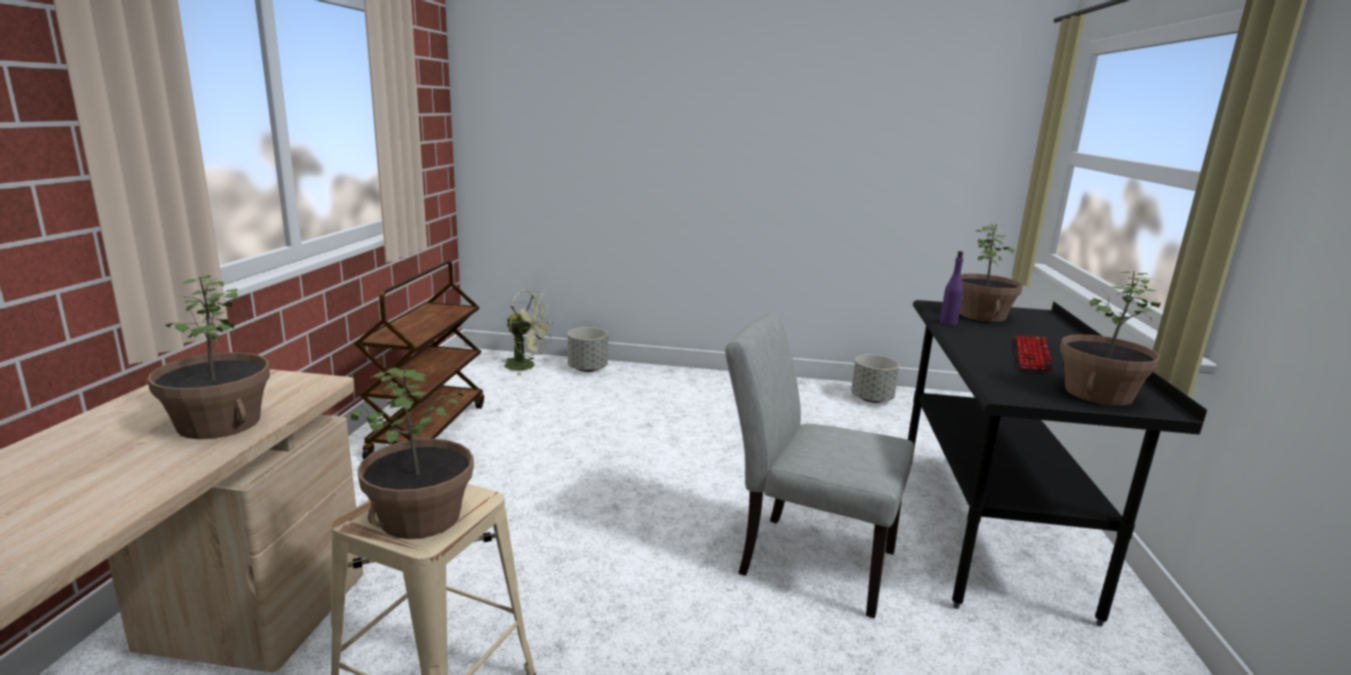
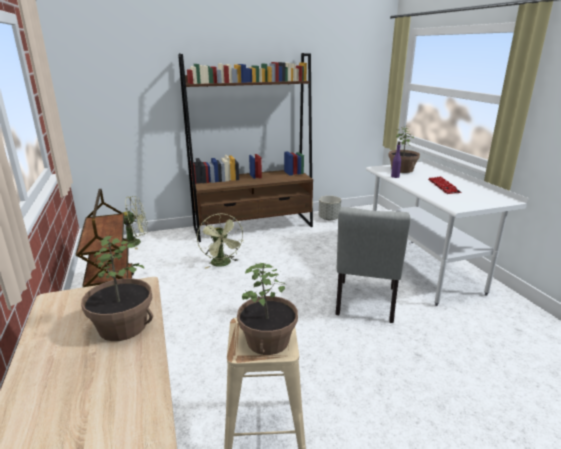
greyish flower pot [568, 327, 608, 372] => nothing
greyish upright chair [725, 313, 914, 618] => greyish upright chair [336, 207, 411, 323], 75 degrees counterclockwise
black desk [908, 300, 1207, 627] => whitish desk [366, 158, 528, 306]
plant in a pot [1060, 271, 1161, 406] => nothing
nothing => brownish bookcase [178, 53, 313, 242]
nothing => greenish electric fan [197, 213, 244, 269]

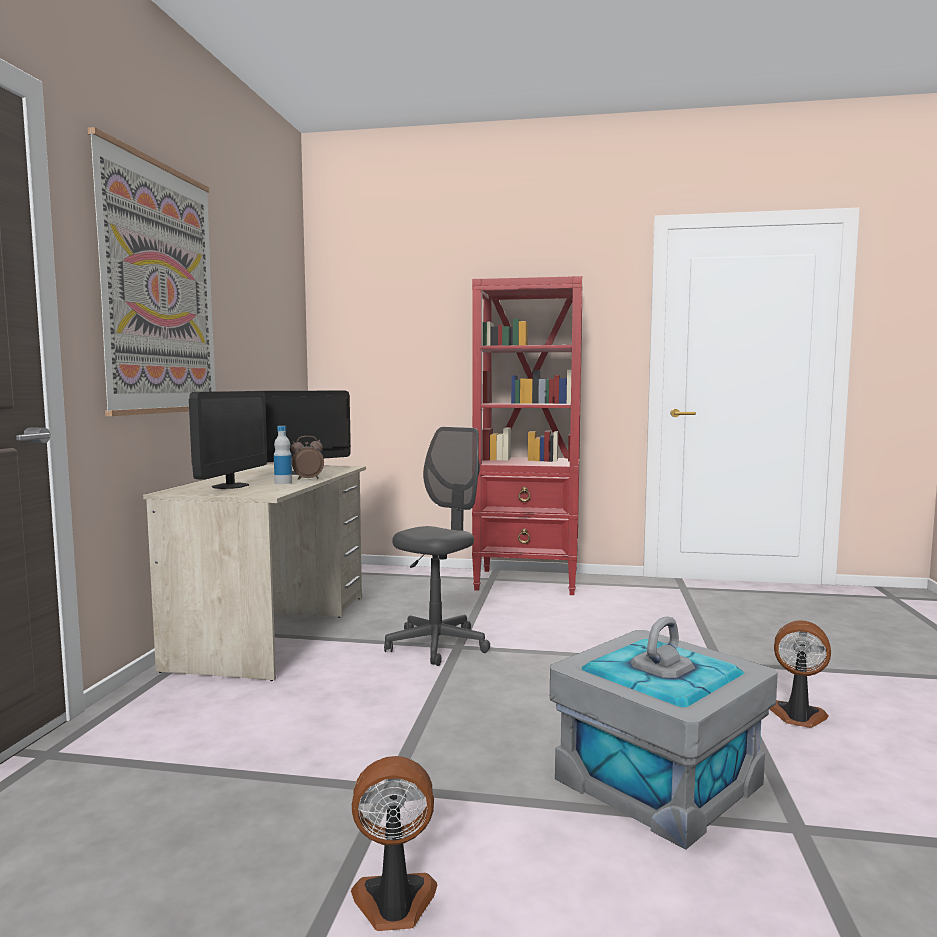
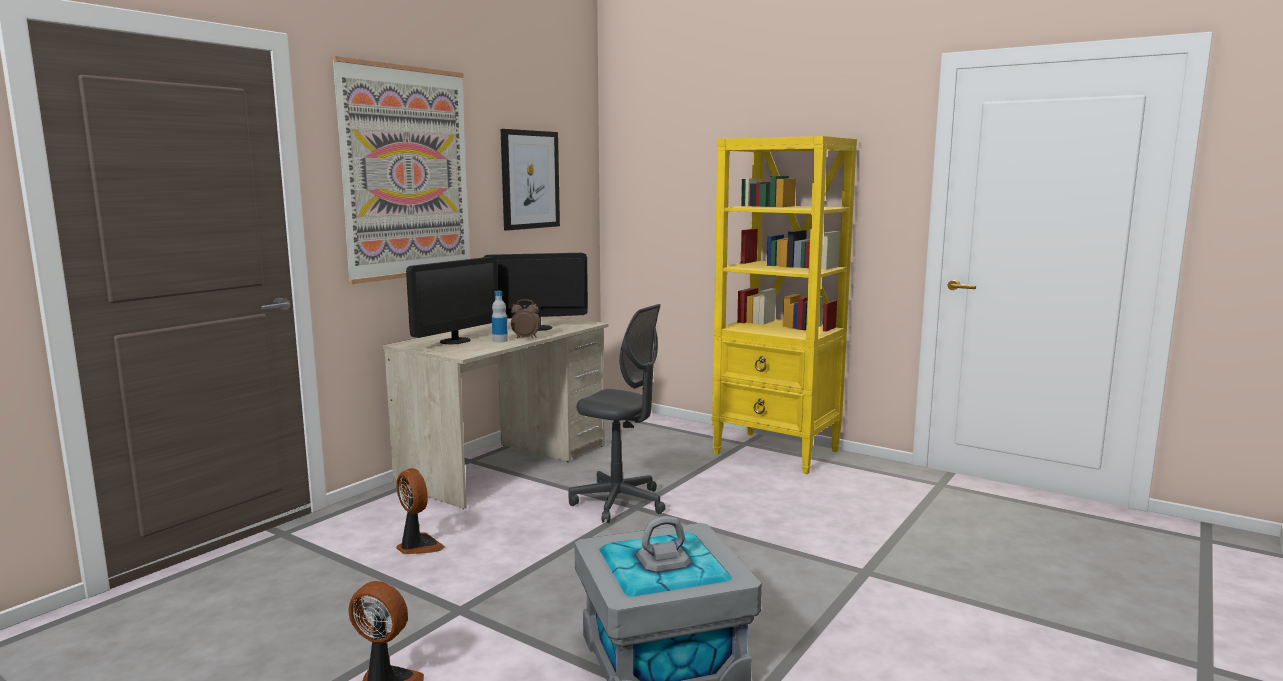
greyish computer chair [384, 427, 490, 666] => greyish computer chair [569, 304, 665, 523], 60 degrees clockwise
red bookcase [472, 276, 583, 595] => yellow-coloured bookcase [712, 136, 857, 474]
electric fan [770, 620, 831, 728] => electric fan [396, 468, 445, 554], shifted
nothing => wall picture [501, 129, 560, 231]

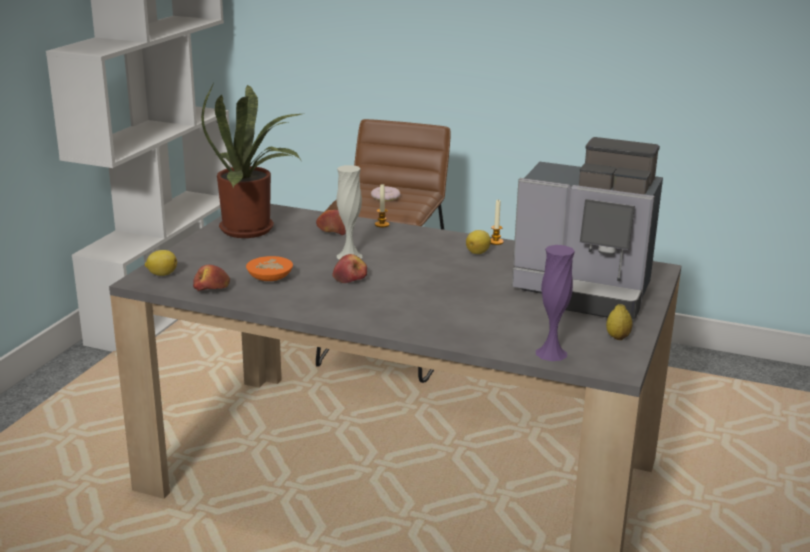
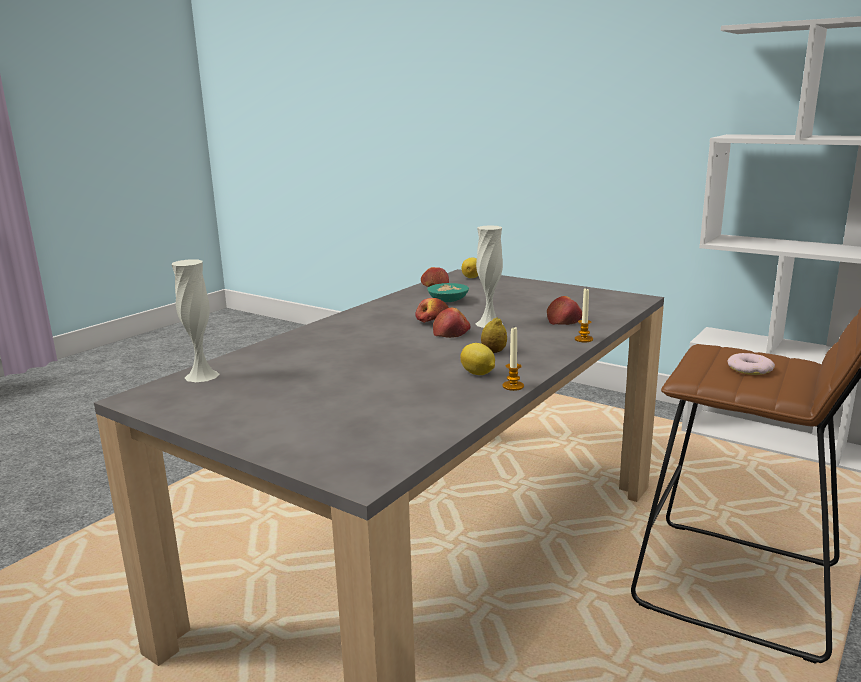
plant in a pot [201, 83, 301, 238] => nothing
orangey serving bowl [246, 256, 293, 281] => blue-green serving bowl [427, 283, 469, 302]
coffee machine [512, 137, 663, 319] => nothing
purple-coloured vase [536, 245, 575, 361] => whitish vase [171, 259, 219, 382]
lemon [606, 304, 632, 340] => lemon [481, 317, 507, 353], shifted
nothing => apple fruit [433, 308, 471, 338]

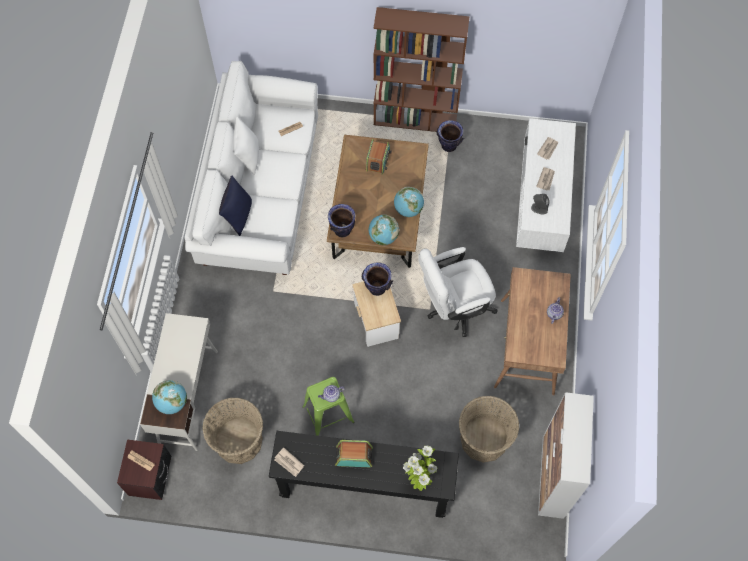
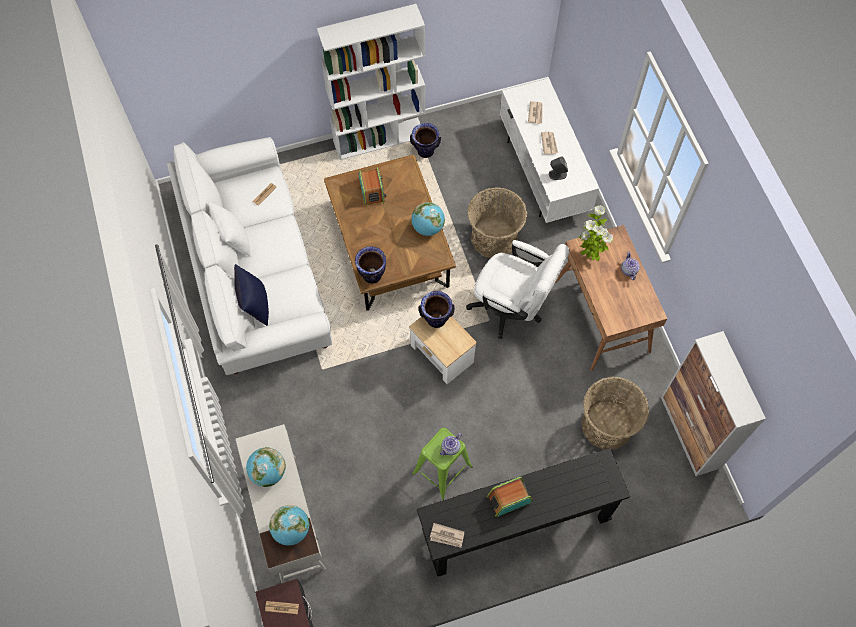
household basket [202, 397, 263, 464] => household basket [467, 187, 528, 258], shifted
desk globe [369, 215, 399, 245] => desk globe [246, 447, 286, 487], shifted
brownish bookcase [374, 7, 470, 132] => whitish bookcase [317, 4, 425, 160]
plant in a pot [403, 445, 437, 491] => plant in a pot [579, 205, 613, 261], shifted
whitish computer chair [418, 247, 498, 337] => whitish computer chair [466, 240, 570, 339], 105 degrees counterclockwise

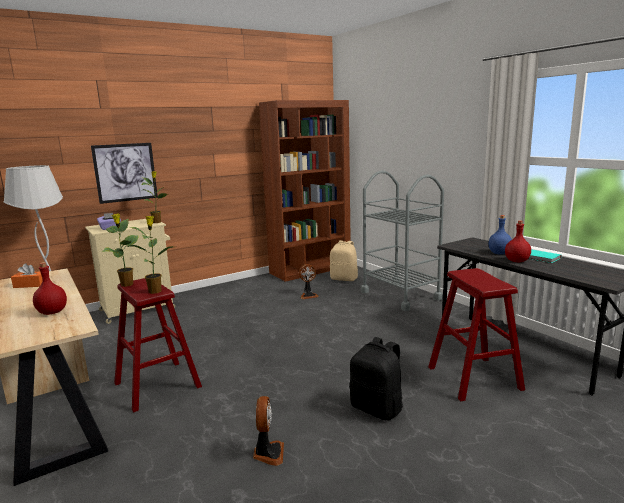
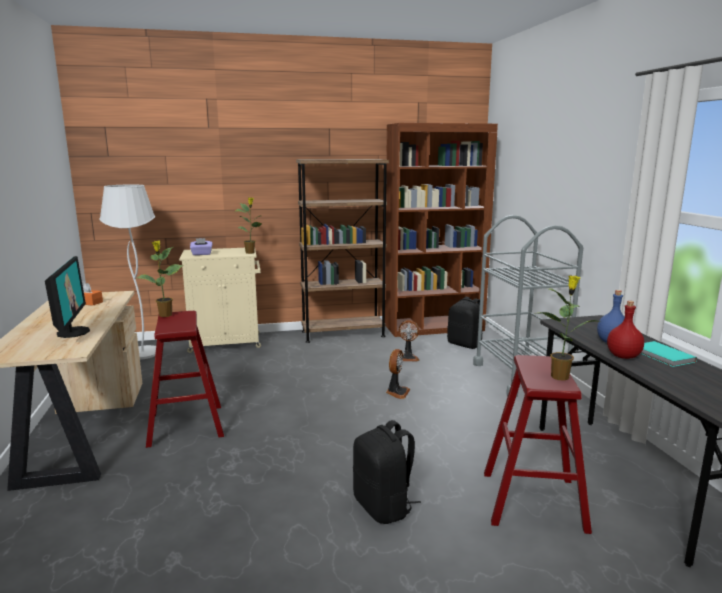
red bottle [33, 262, 67, 315] => computer screen [45, 256, 90, 338]
wall picture [91, 143, 158, 204] => nothing
plant in a pot [127, 216, 173, 294] => plant in a pot [534, 276, 601, 381], shifted
electric fan [253, 396, 284, 466] => electric fan [386, 349, 410, 399], shifted
beige rucksack [330, 240, 358, 281] => black rucksack [447, 297, 482, 349]
nothing => brownish bookcase [296, 159, 389, 343]

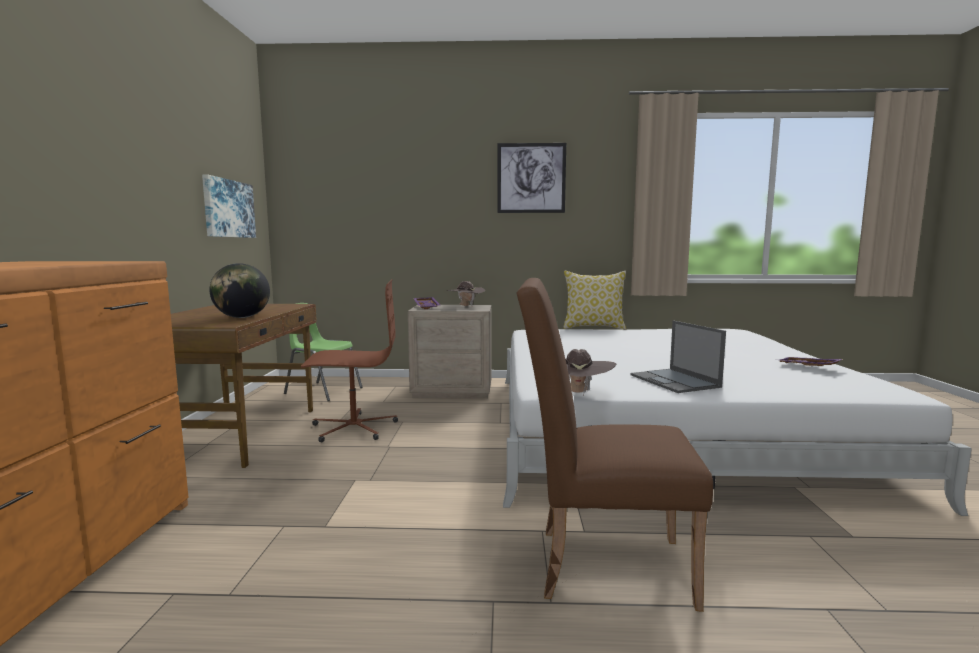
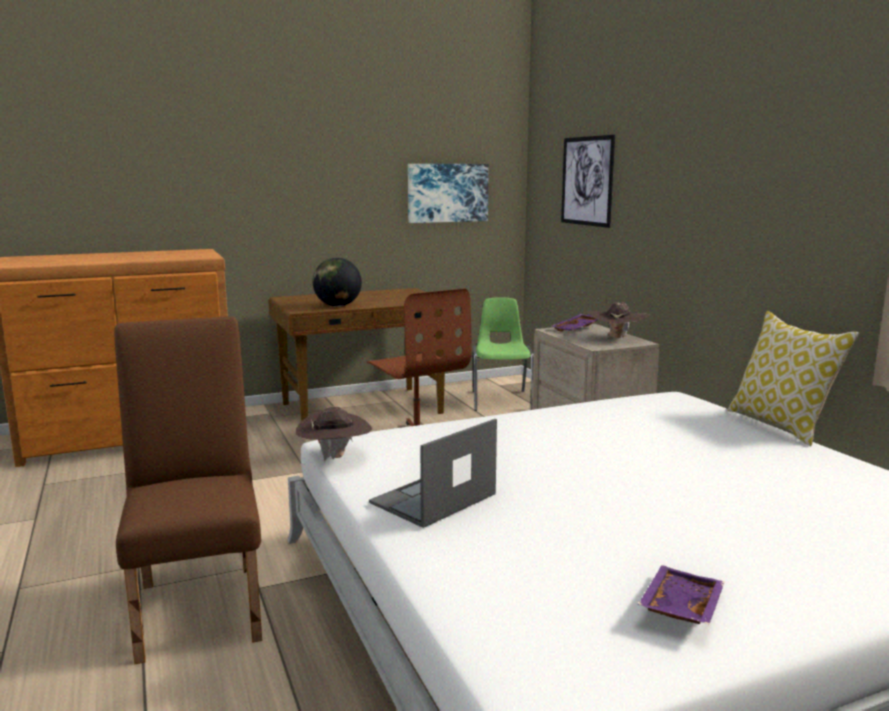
wall picture [497, 143, 566, 213] => wall picture [561, 135, 615, 228], shifted

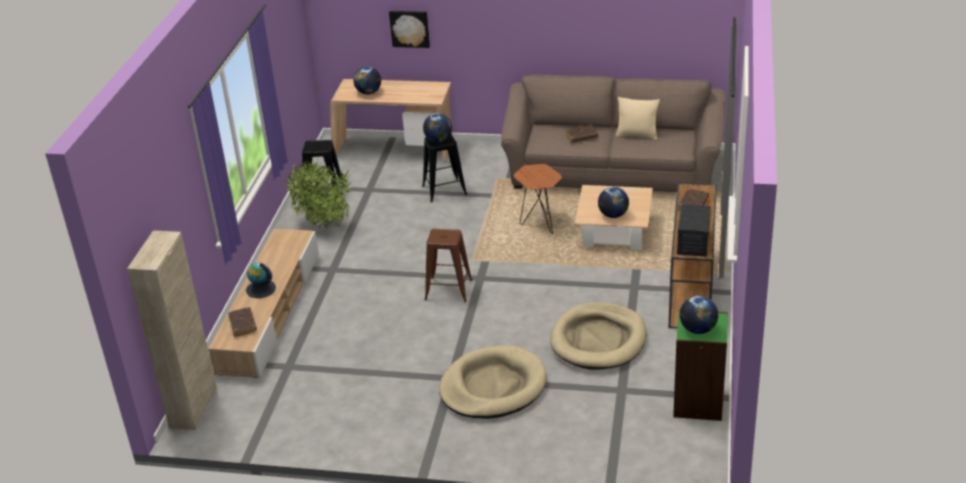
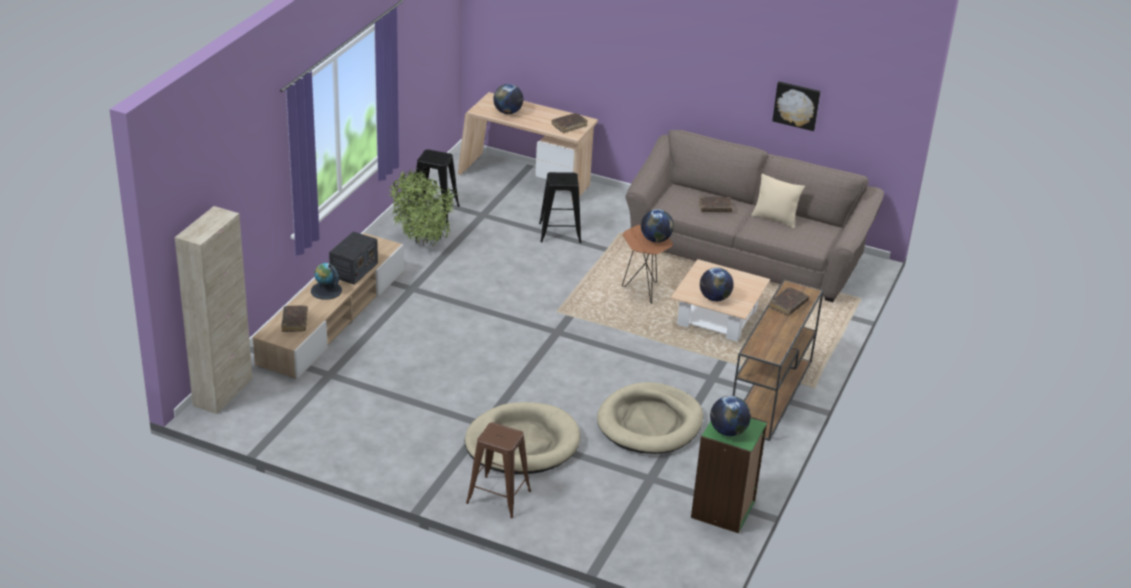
wall picture [389, 11, 430, 48] => wall picture [772, 81, 821, 131], shifted
desk globe [423, 113, 452, 143] => desk globe [641, 209, 674, 243], shifted
brownish stool seat [425, 229, 472, 302] => brownish stool seat [466, 422, 531, 518], shifted
radio [677, 204, 711, 257] => radio [329, 232, 378, 285], shifted
nothing => brownish volume [552, 113, 588, 133]

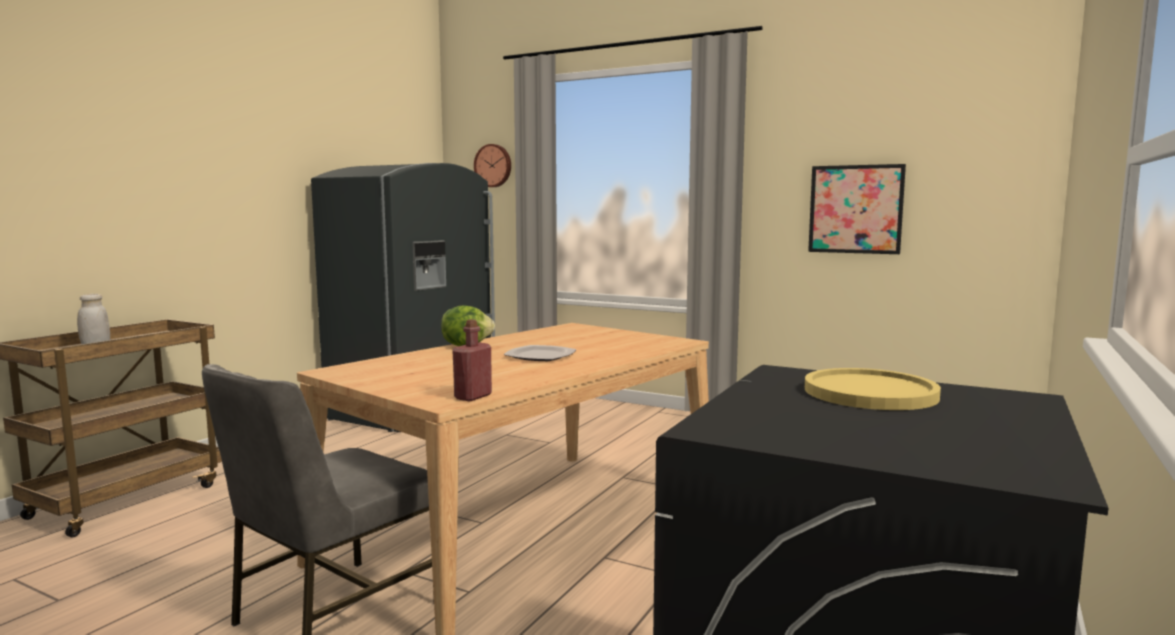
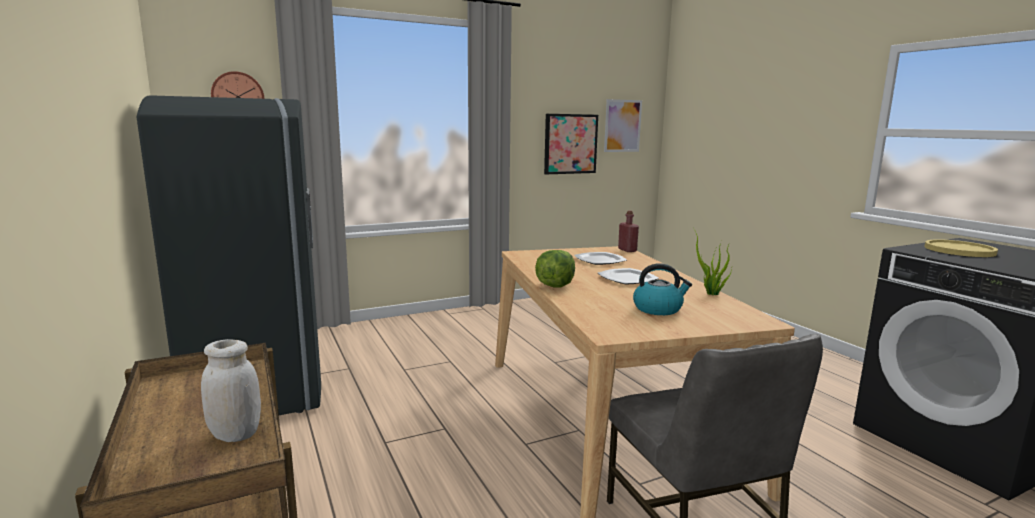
red bottle [452, 320, 492, 401] => red bottle [618, 210, 639, 252], shifted
nothing => plate [574, 252, 627, 265]
nothing => wall picture [604, 99, 642, 152]
nothing => water kettle [633, 263, 692, 315]
nothing => plant in a pot [694, 229, 732, 295]

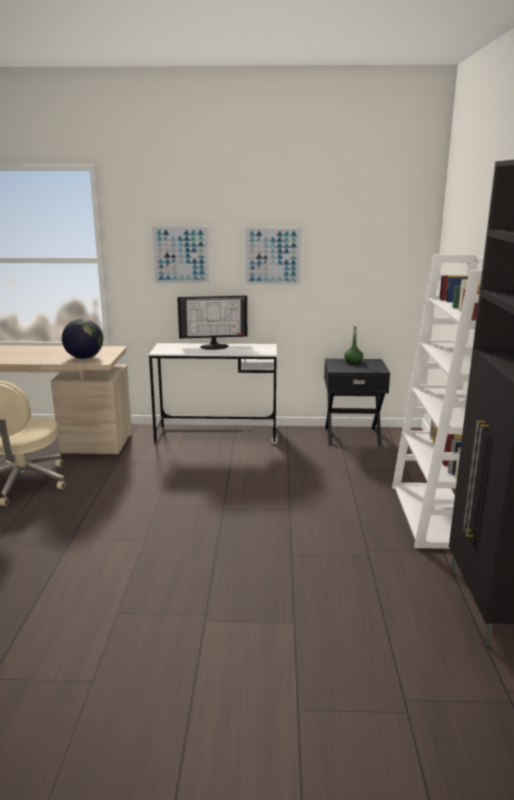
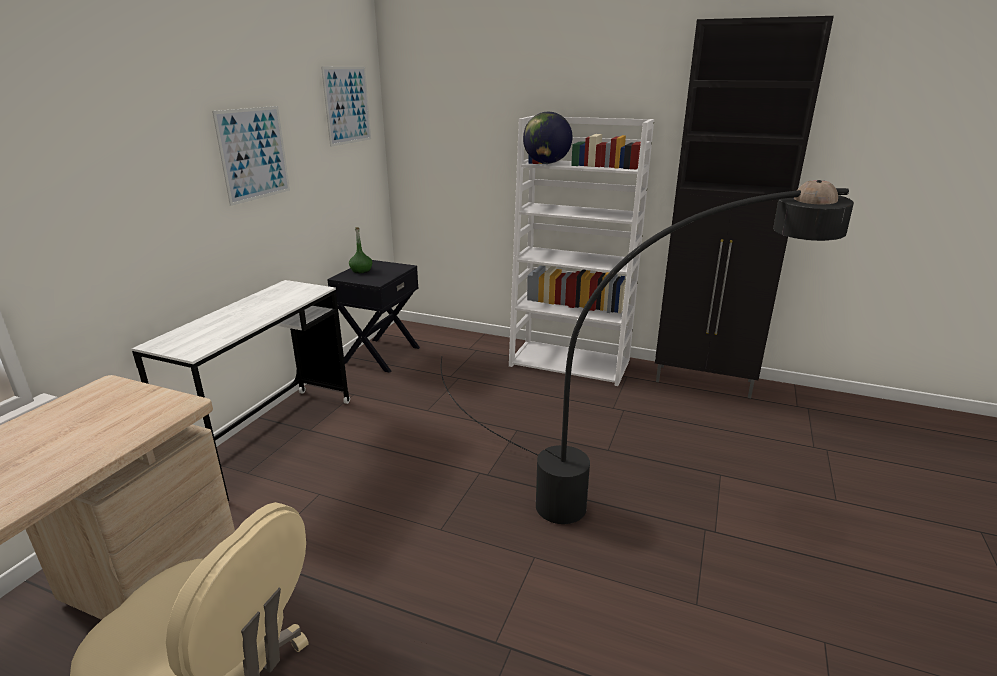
desk globe [62, 319, 103, 359] => desk globe [523, 112, 572, 164], shifted
wall picture [151, 226, 210, 284] => wall picture [321, 67, 371, 147], shifted
computer screen [177, 295, 247, 350] => nothing
nothing => black standard lamp [441, 180, 854, 524]

